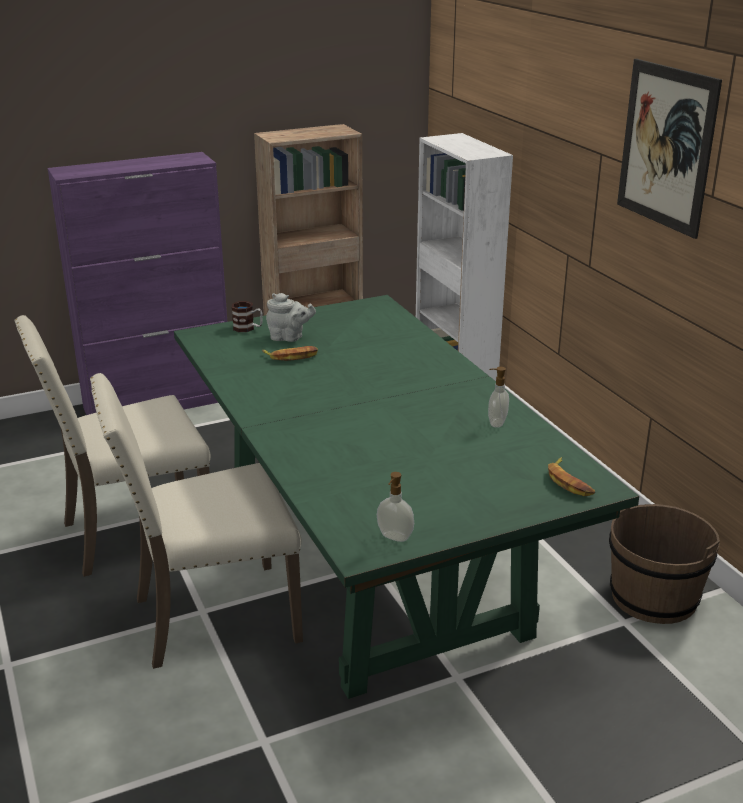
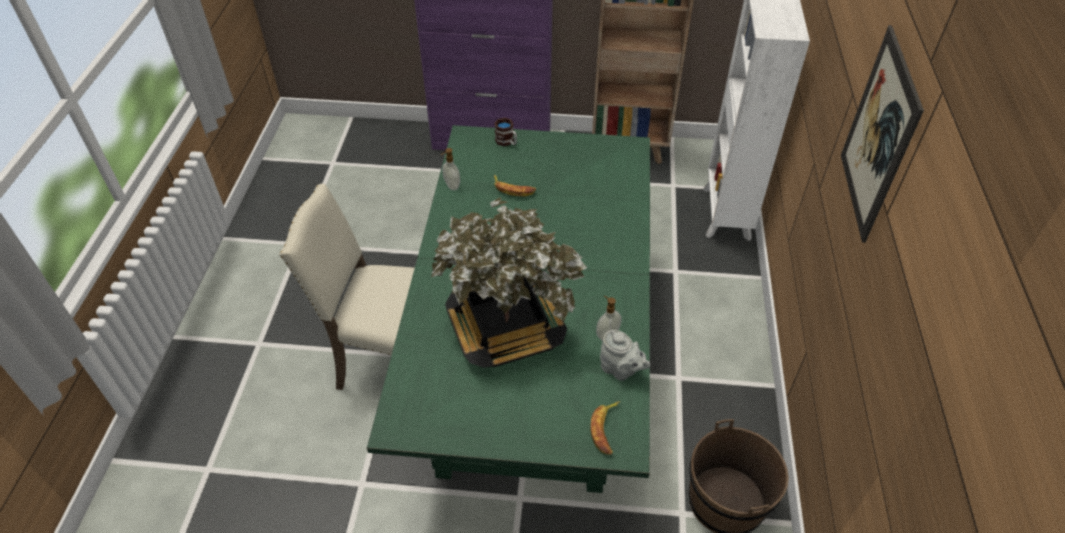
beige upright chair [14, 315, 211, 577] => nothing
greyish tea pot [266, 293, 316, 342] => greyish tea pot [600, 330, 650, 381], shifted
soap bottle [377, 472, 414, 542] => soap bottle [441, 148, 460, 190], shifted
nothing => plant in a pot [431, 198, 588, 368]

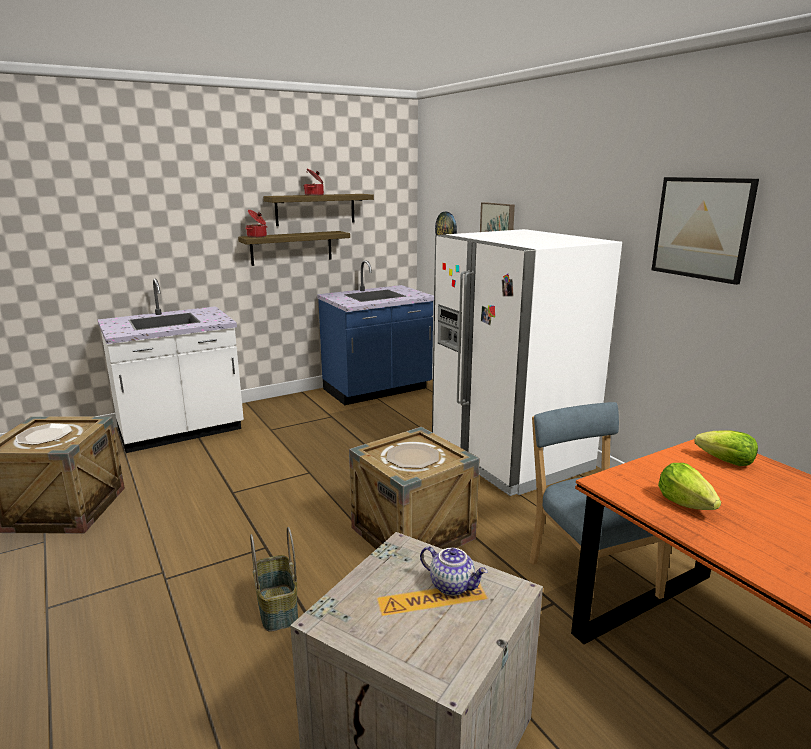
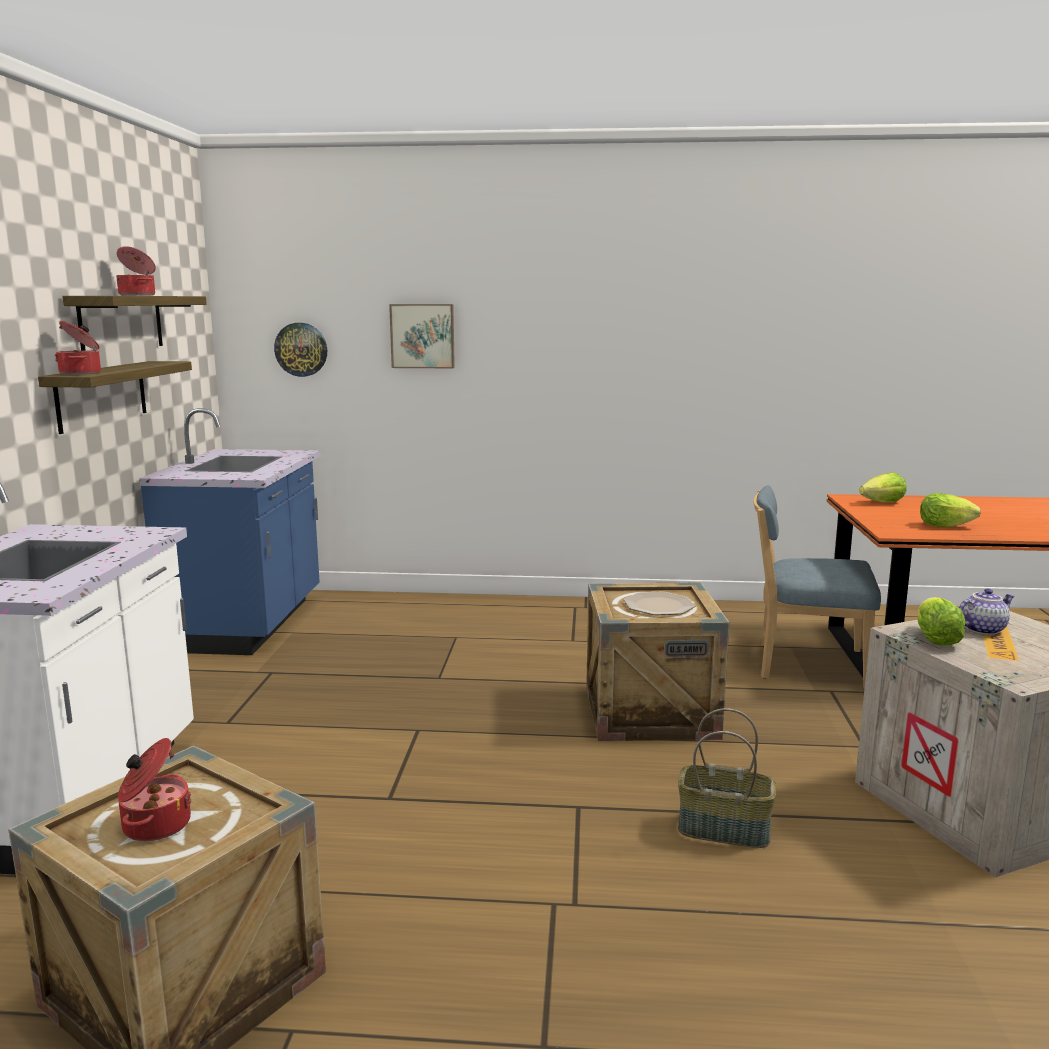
plate [15, 423, 73, 445] => saucepot [118, 738, 192, 841]
whitish fridge [432, 229, 622, 496] => nothing
wall picture [652, 177, 759, 285] => nothing
nothing => lettuce head [917, 597, 965, 646]

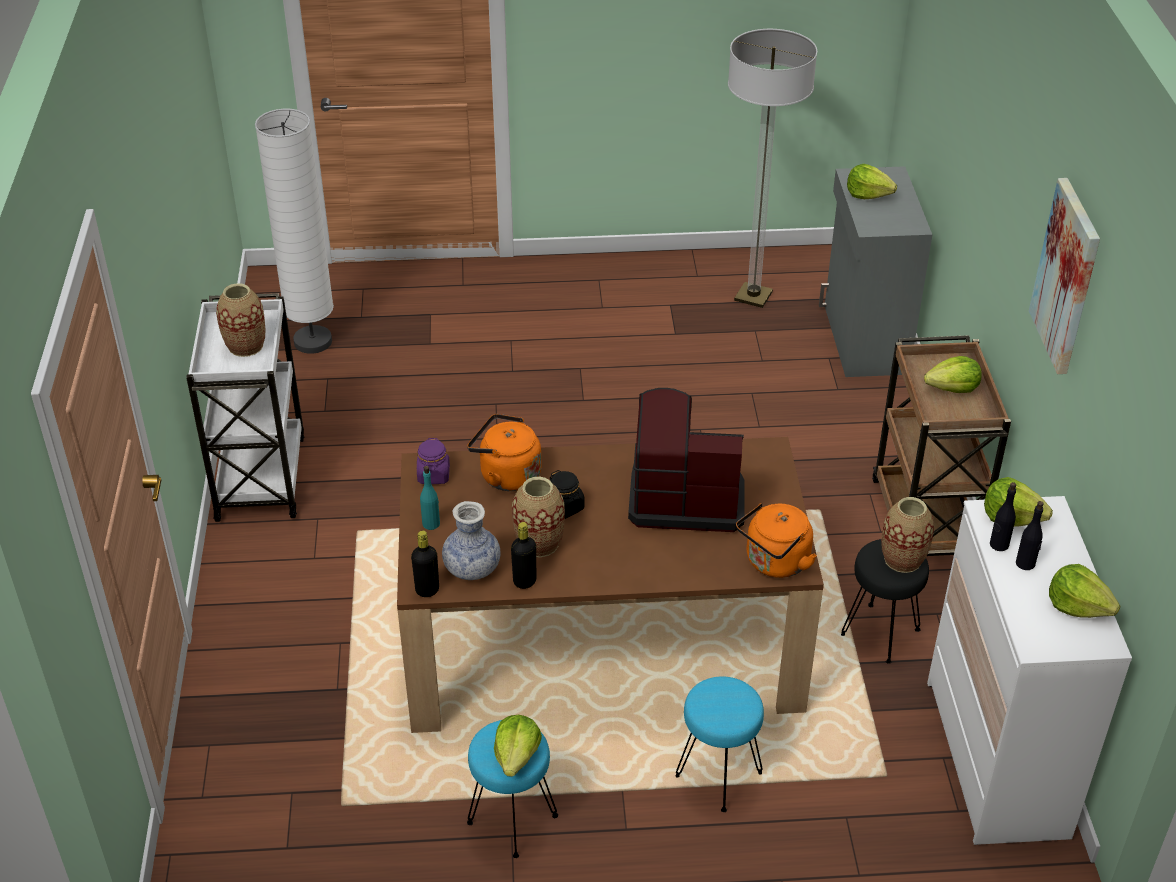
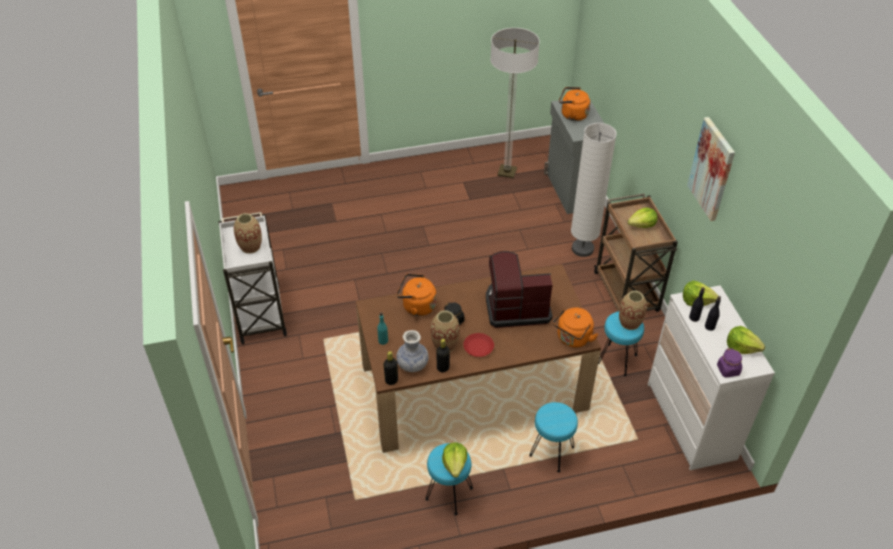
whitish standard lamp [255, 109, 334, 354] => whitish standard lamp [571, 123, 617, 257], shifted
purple-coloured jar [417, 438, 450, 484] => purple-coloured jar [717, 348, 742, 377], shifted
black stool seat [841, 539, 929, 664] => blue-green stool seat [598, 311, 644, 376]
lettuce head [847, 164, 897, 199] => orangey water kettle [559, 87, 590, 121]
nothing => red plate [463, 333, 494, 357]

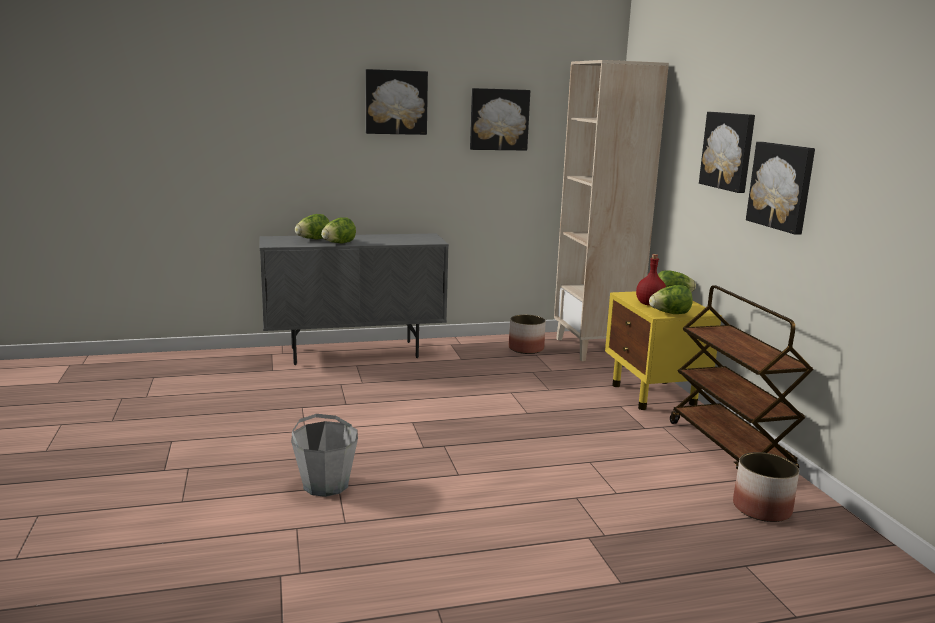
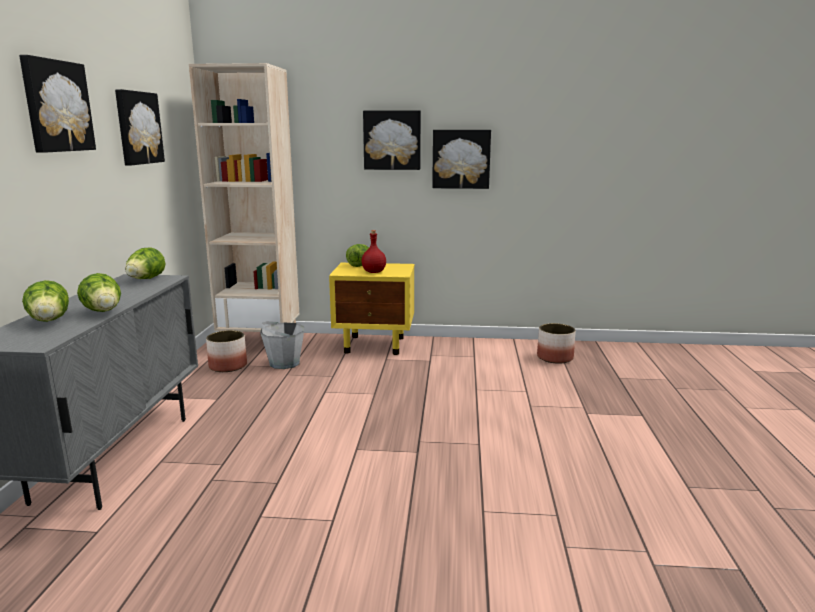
greyish pail [291, 414, 358, 497] => greyish pail [260, 321, 305, 369], shifted
lettuce head [649, 285, 693, 314] => lettuce head [125, 247, 165, 279], shifted
brownish cart [670, 285, 814, 470] => nothing

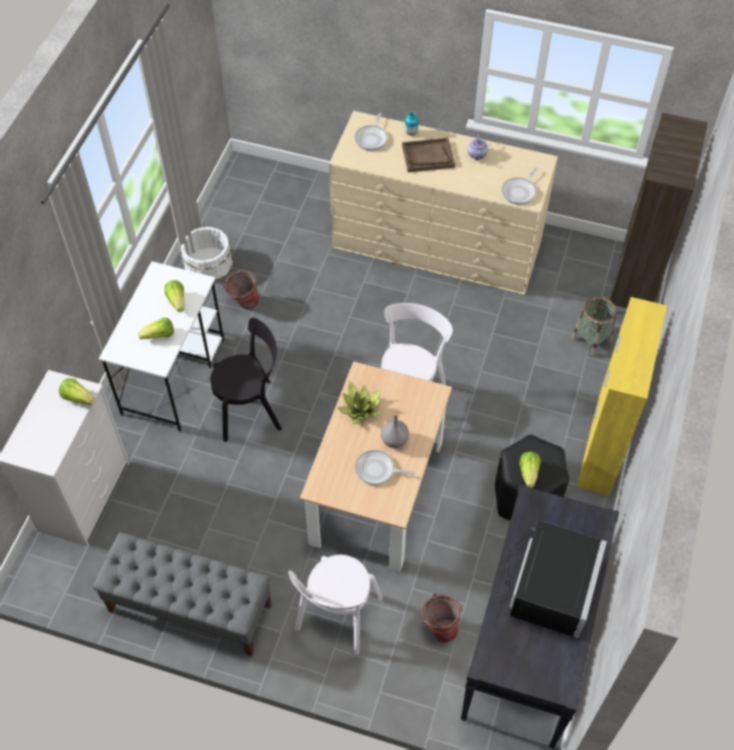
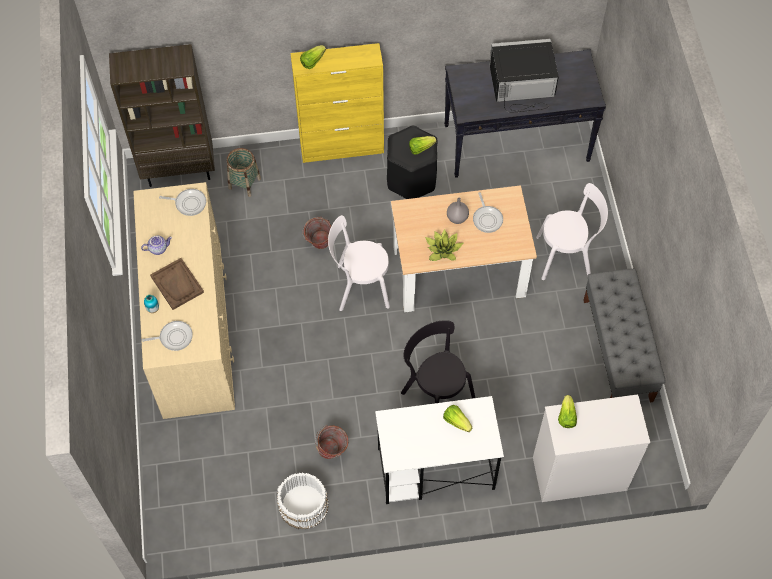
lettuce head [164, 280, 184, 312] => lettuce head [300, 45, 326, 69], shifted
pail [422, 593, 463, 642] => pail [302, 217, 331, 249], shifted

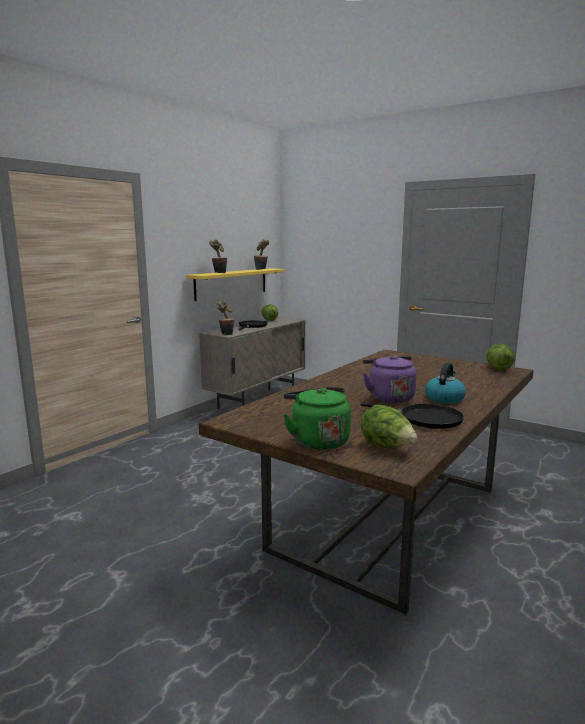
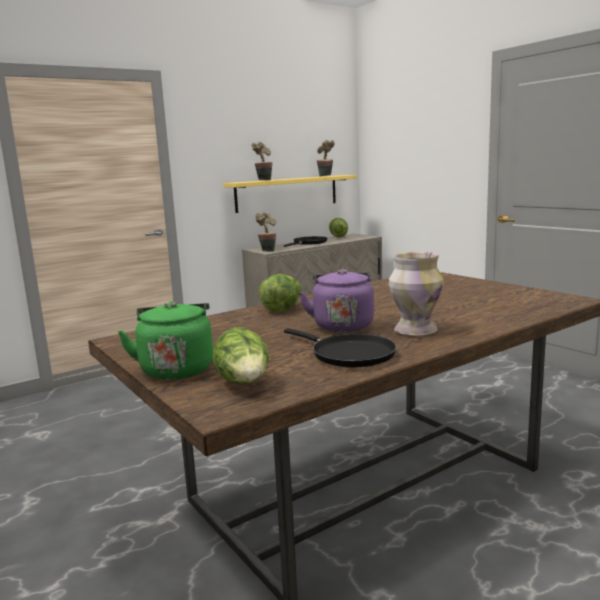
water kettle [425, 362, 466, 404] => vase [389, 252, 444, 336]
lettuce head [486, 344, 515, 370] => lettuce head [259, 274, 302, 312], shifted

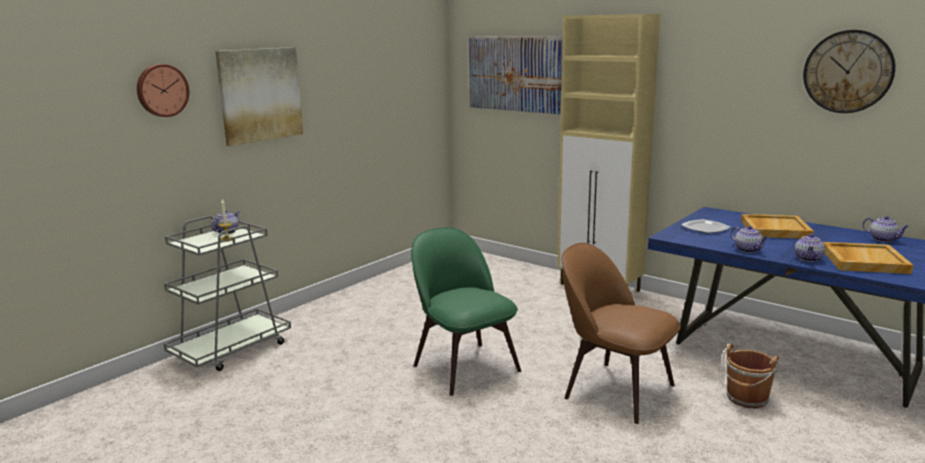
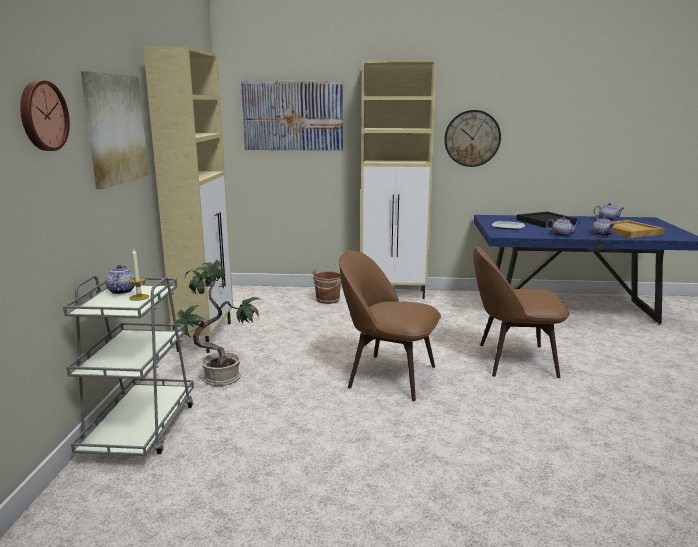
greenish upright chair [411, 227, 521, 396] => brownish upright chair [339, 250, 441, 401]
brownish pail [723, 344, 779, 408] => brownish pail [312, 269, 341, 304], shifted
beige carrying tray [741, 214, 814, 239] => black carrying tray [516, 212, 577, 228]
wall clock [803, 30, 895, 113] => wall clock [444, 110, 501, 167], shifted
nothing => beige cupboard [143, 46, 233, 353]
nothing => plant in a pot [173, 260, 261, 386]

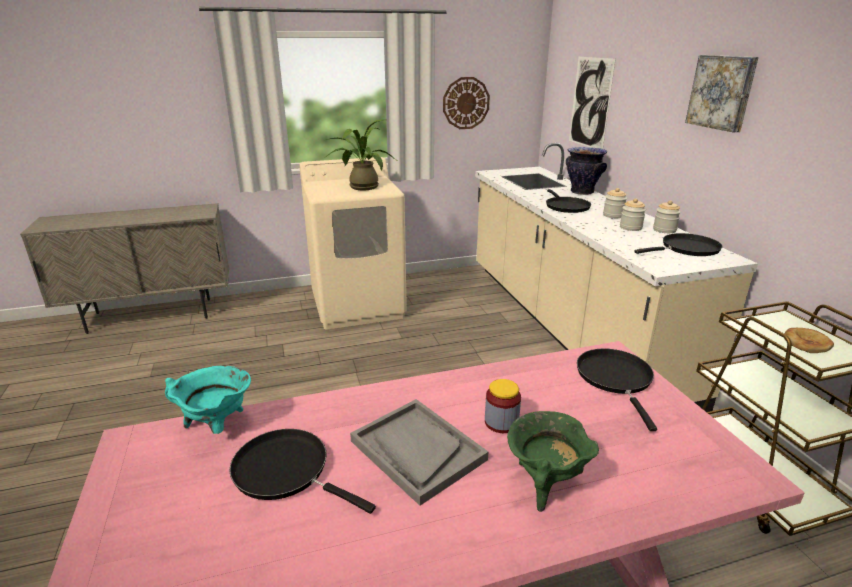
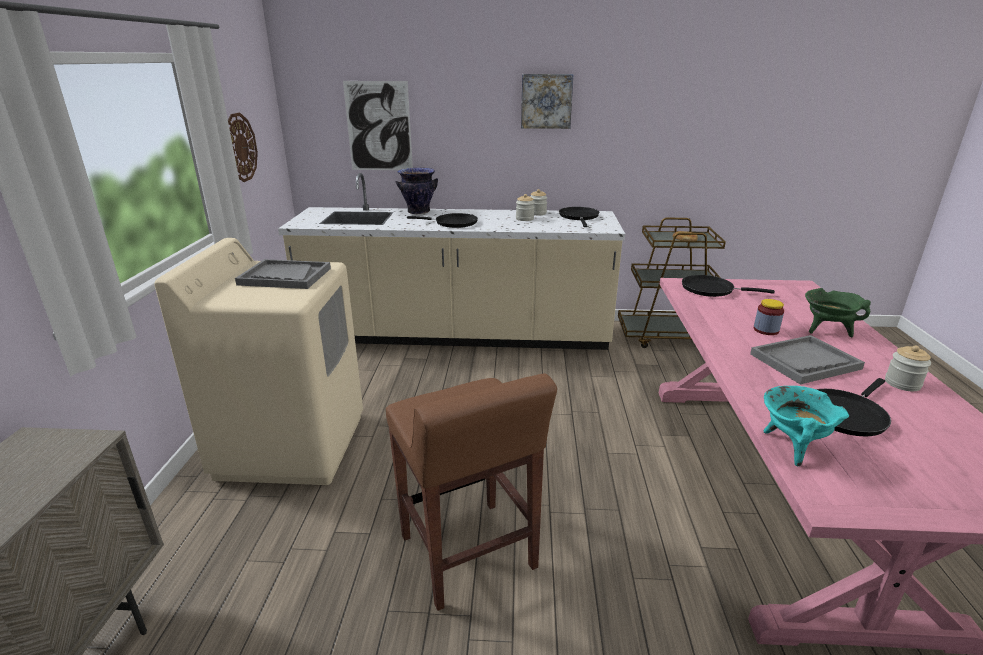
plant in a pot [324, 119, 396, 190] => greyish carrying tray [235, 259, 331, 289]
jar [603, 188, 627, 218] => jar [885, 346, 931, 391], shifted
nothing => brownish stool seat [386, 373, 557, 611]

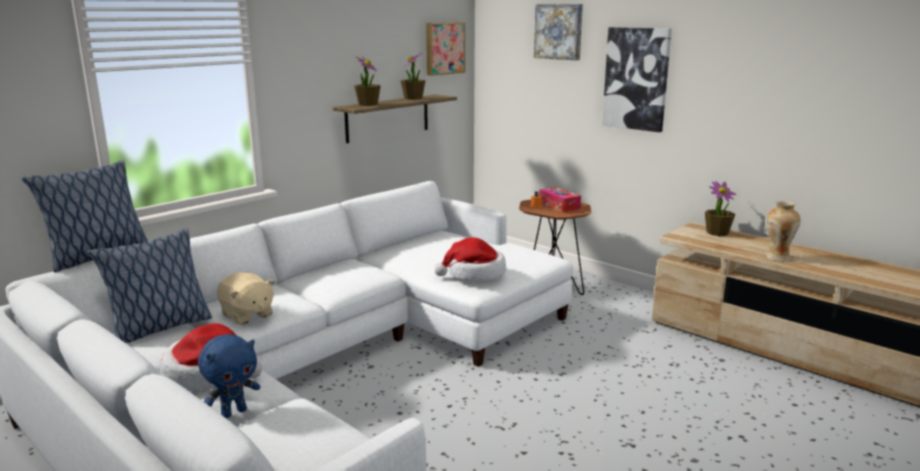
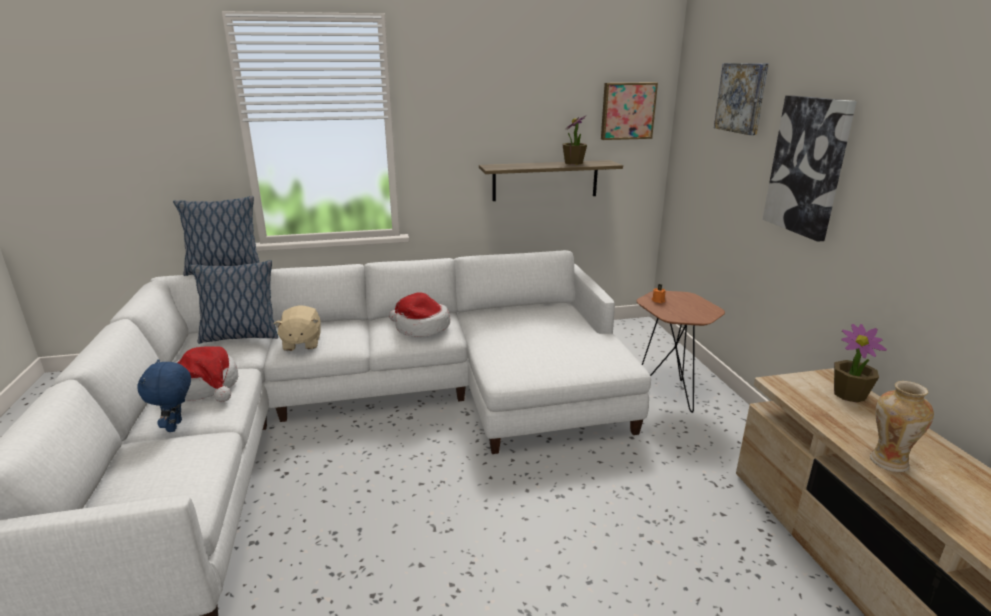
bluish plush toy [198, 334, 260, 418] => bluish plush toy [137, 359, 191, 432], 90 degrees clockwise
plant in a pot [354, 56, 381, 106] => nothing
hat [435, 237, 506, 282] => hat [389, 292, 450, 337], shifted
tissue holder [539, 187, 581, 212] => nothing

